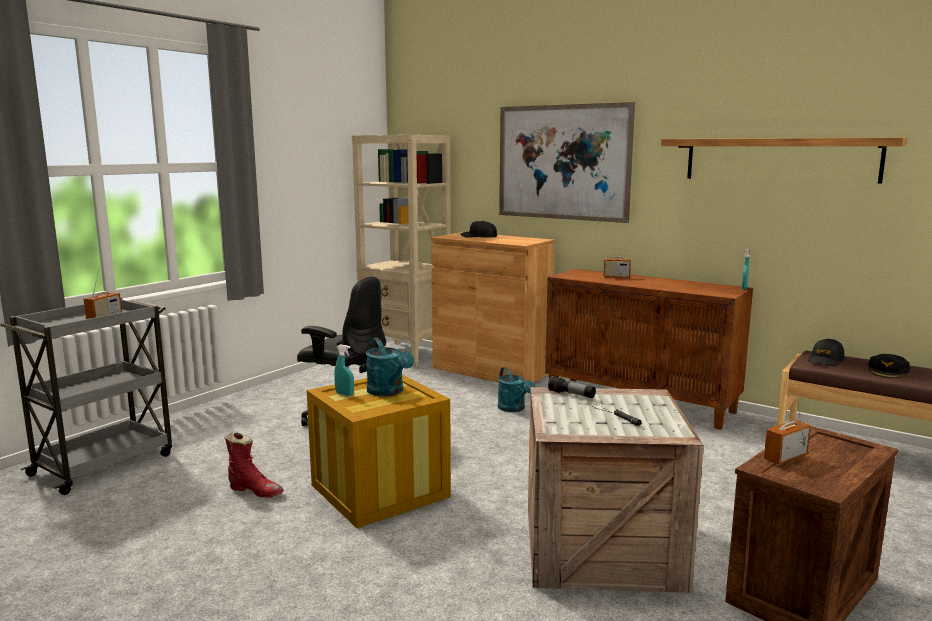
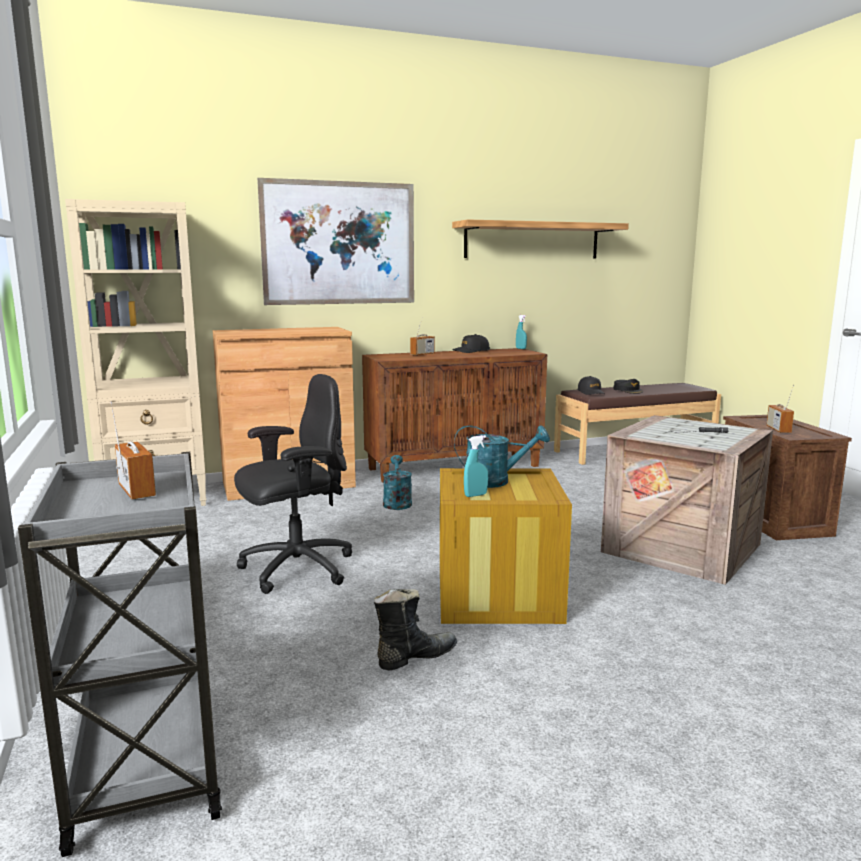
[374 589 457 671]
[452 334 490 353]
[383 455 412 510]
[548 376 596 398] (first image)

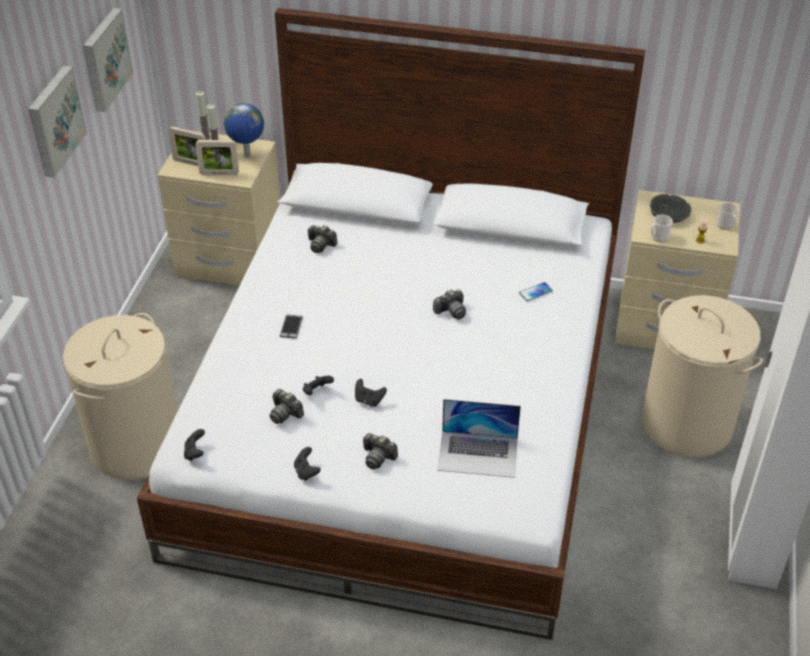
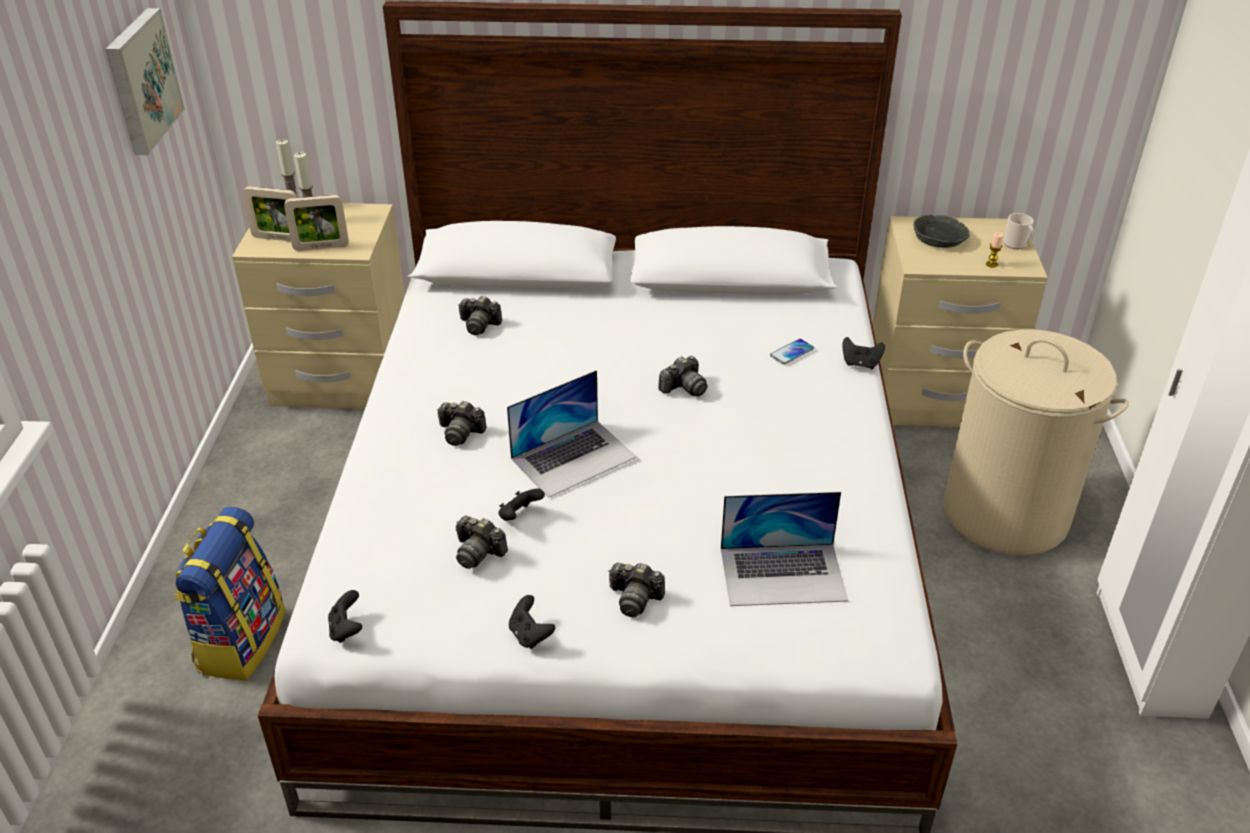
[28 65 87 178] (first image)
[173 507 285 680]
[224 103 264 157] (first image)
[437 401 487 446]
[843 337 885 369]
[651 215 673 242] (first image)
[507 370 637 498]

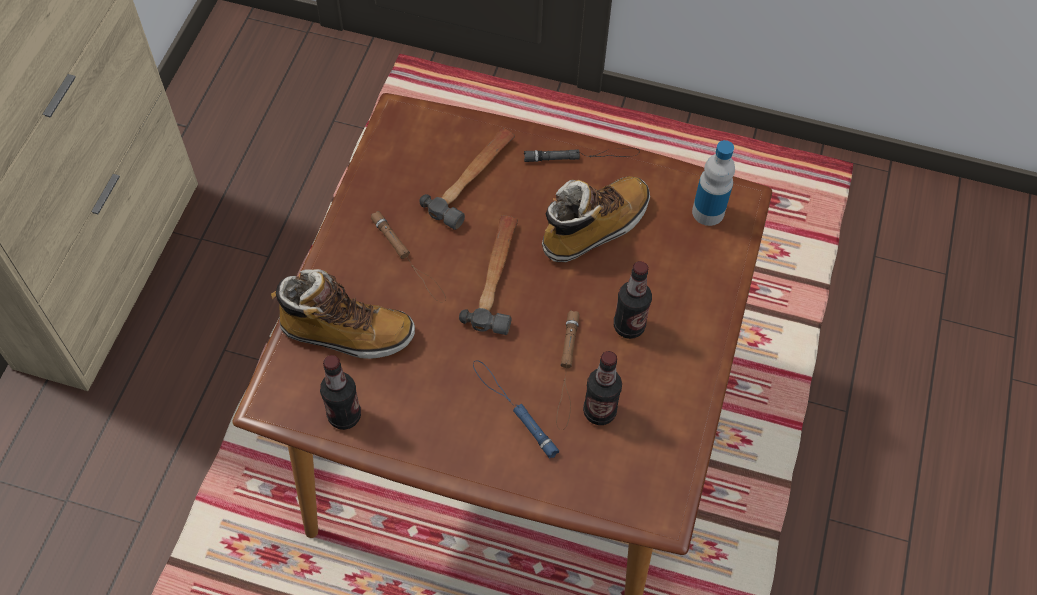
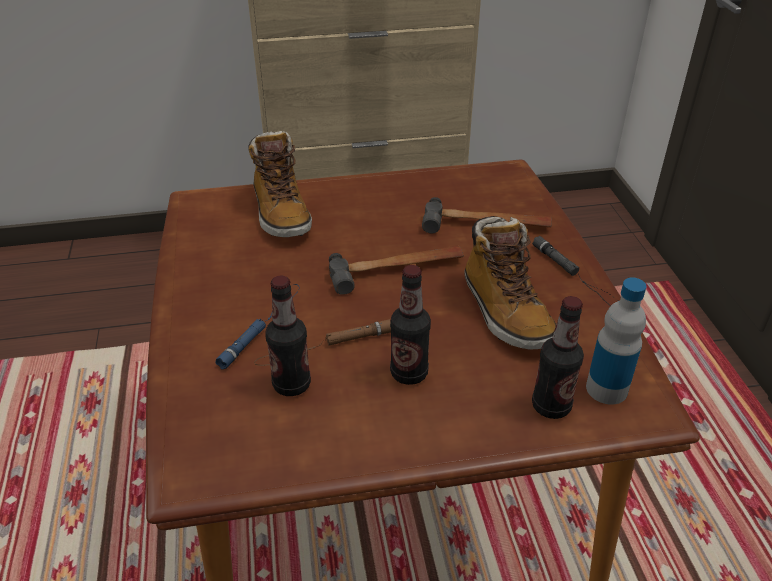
[532 296 584 419]
[371 211 446 302] (first image)
[464 216 556 349]

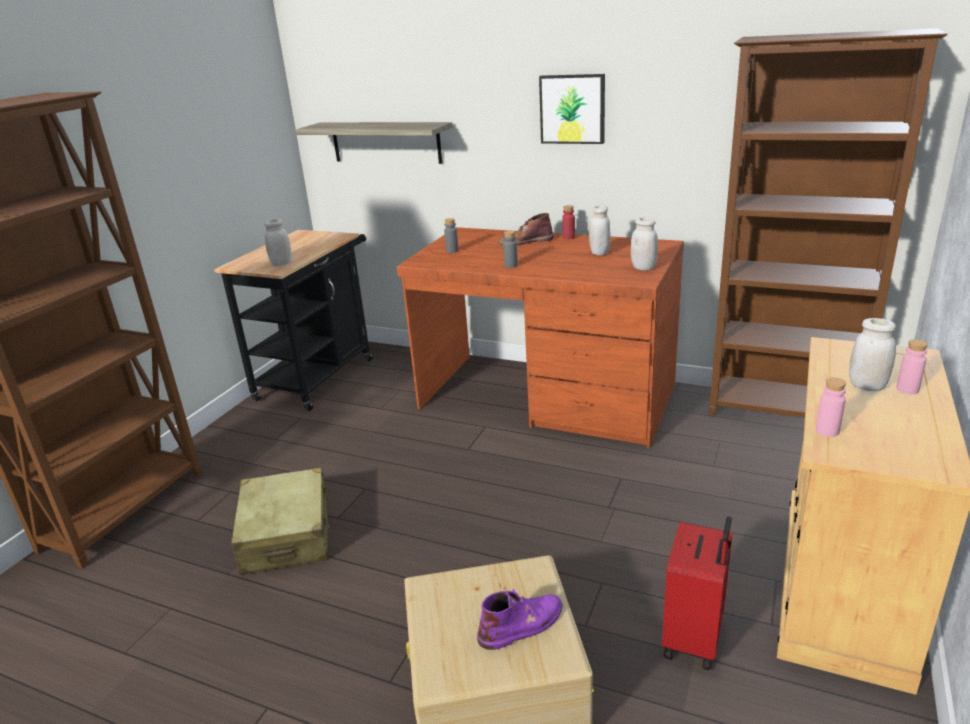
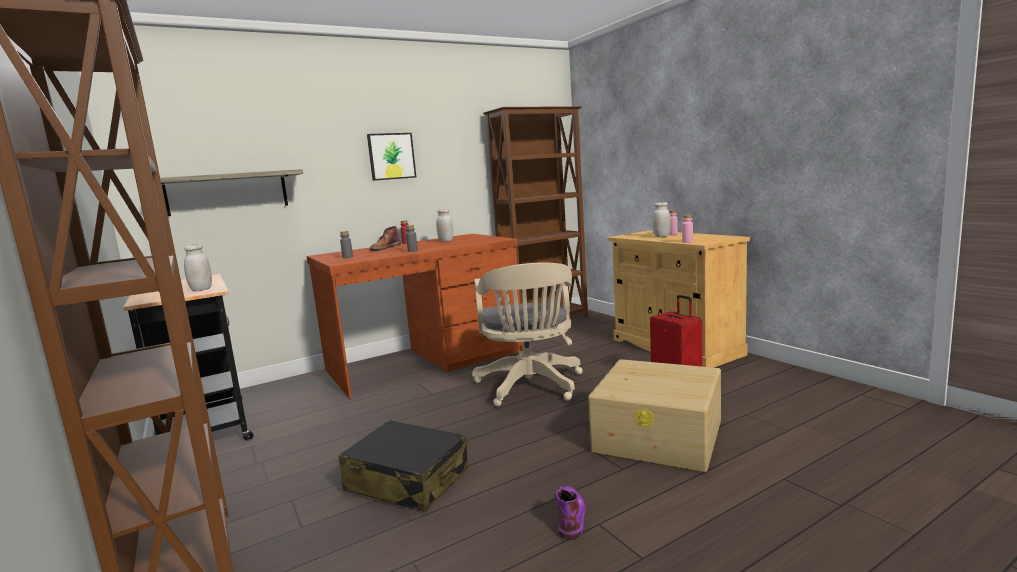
[338 420 468 512]
[556 486 586 540]
[631 217 658 270] (first image)
[472 262 583 407]

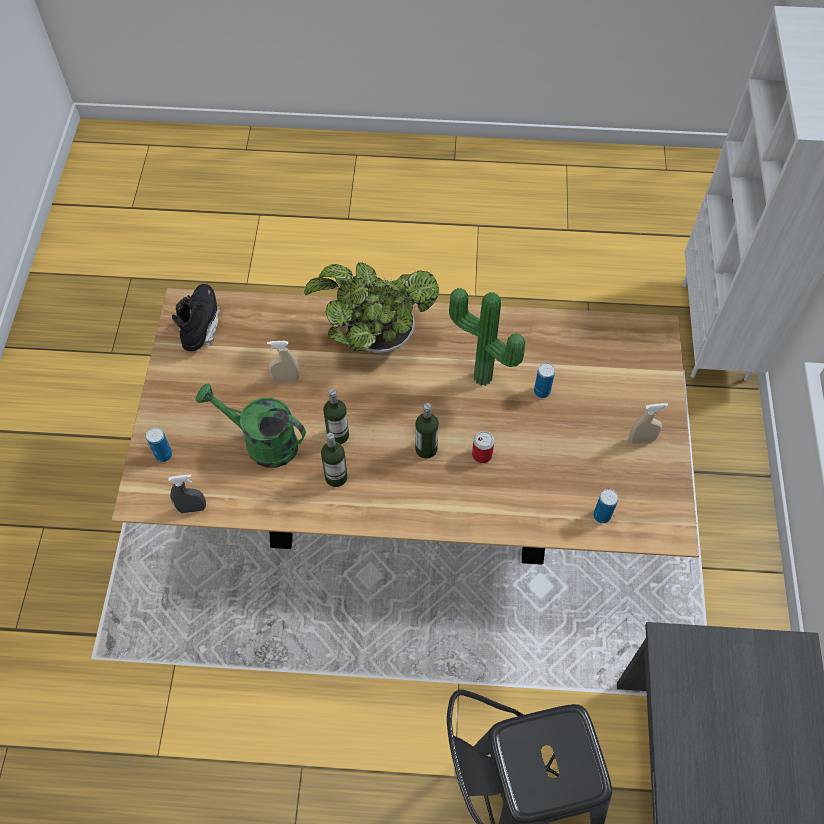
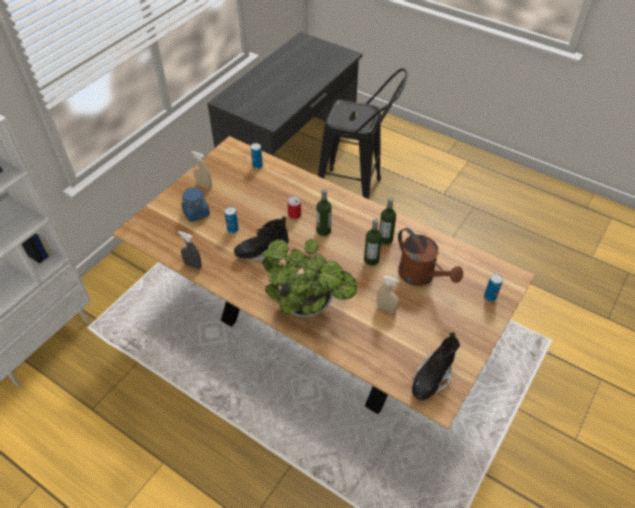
[178 231 202 269]
[398 228 463 286]
[234 216 289 261]
[181 187 210 222]

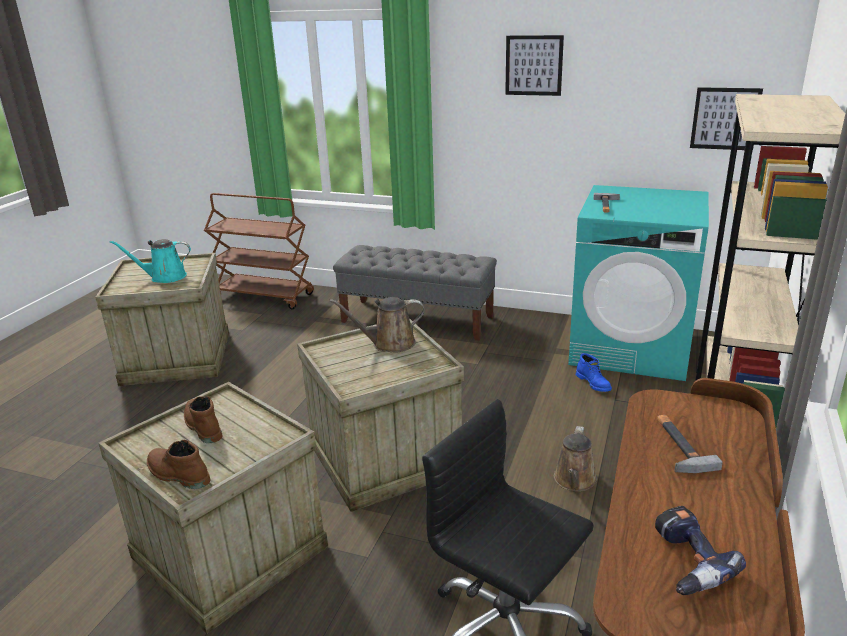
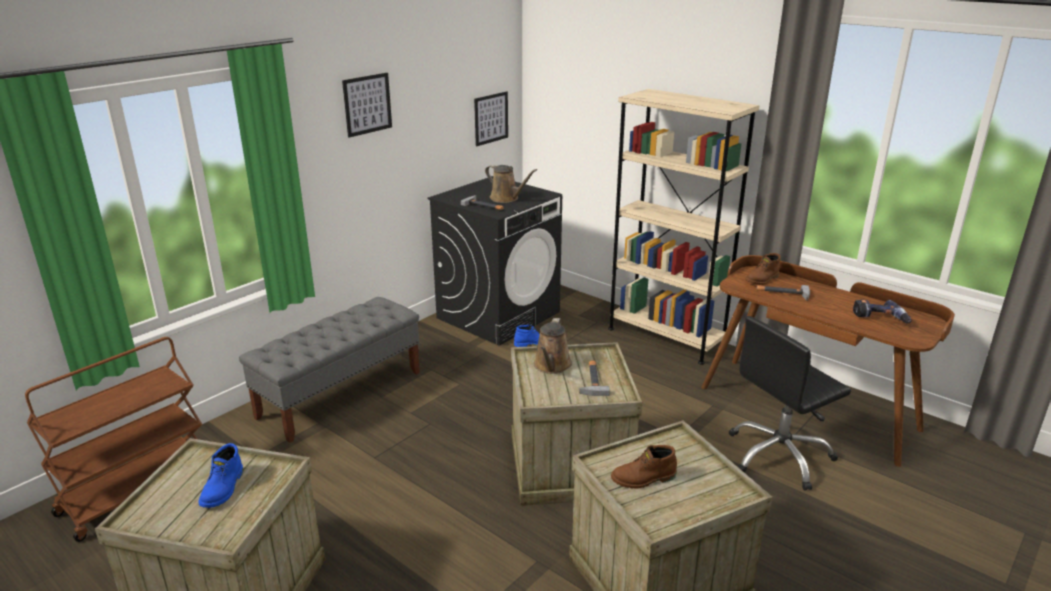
[199 443 243 508]
[745 253 781 285]
[485 165 537 203]
[428 176 562 346]
[579 361 610 396]

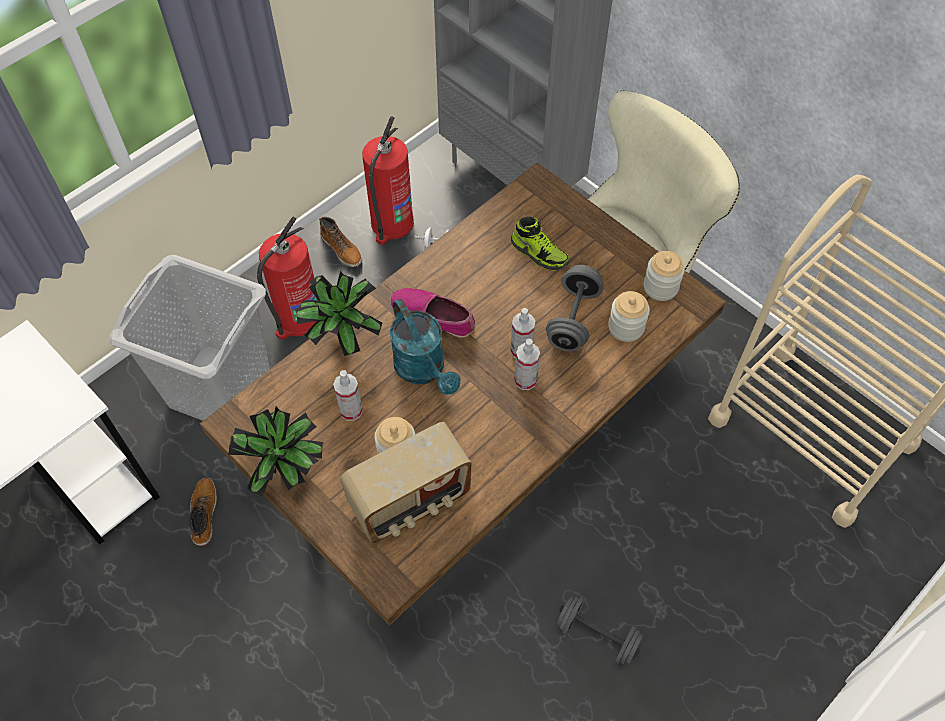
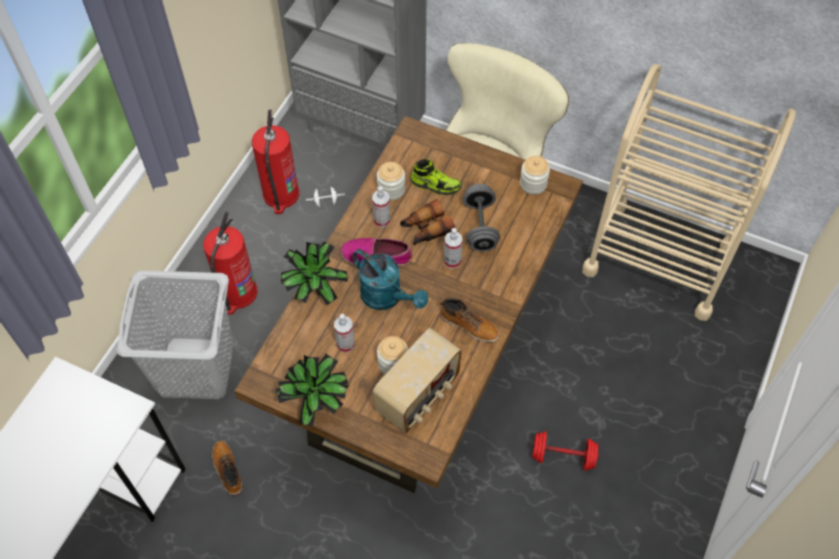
[440 298 500 342]
[372 186 390 227]
[531 431 600 471]
[377 162 405 200]
[400 199 455 245]

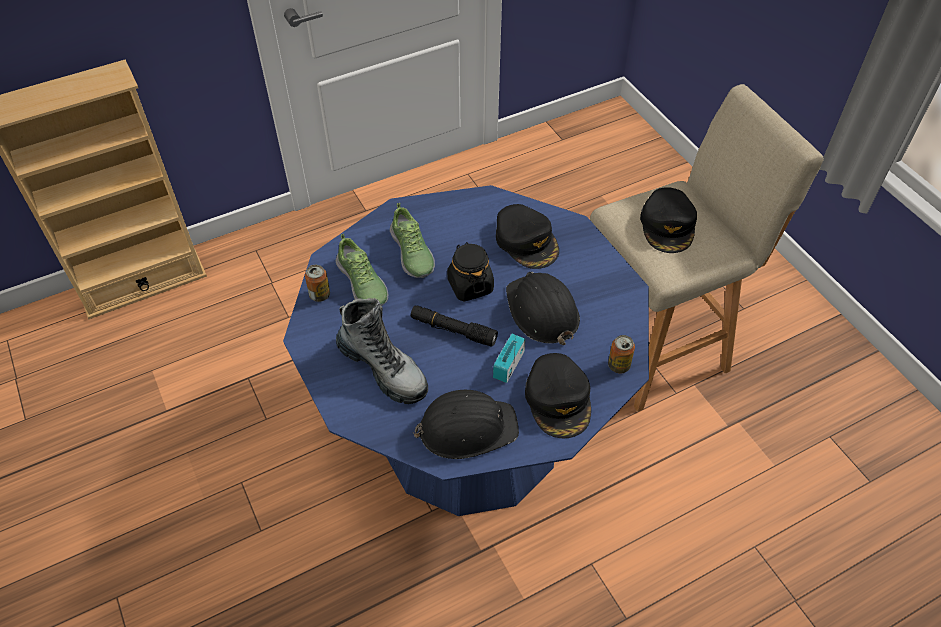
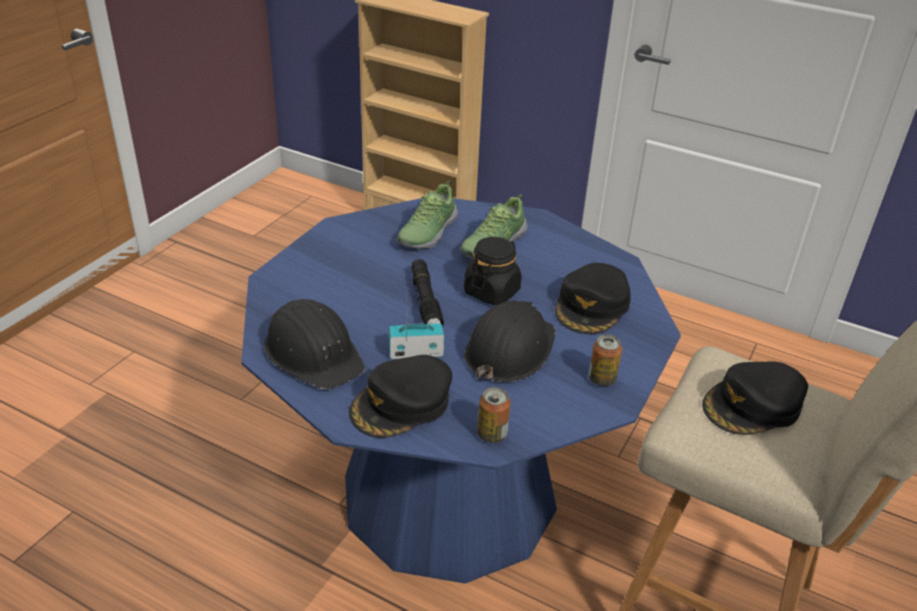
[588 334 622 386]
[336 298 428 404] (first image)

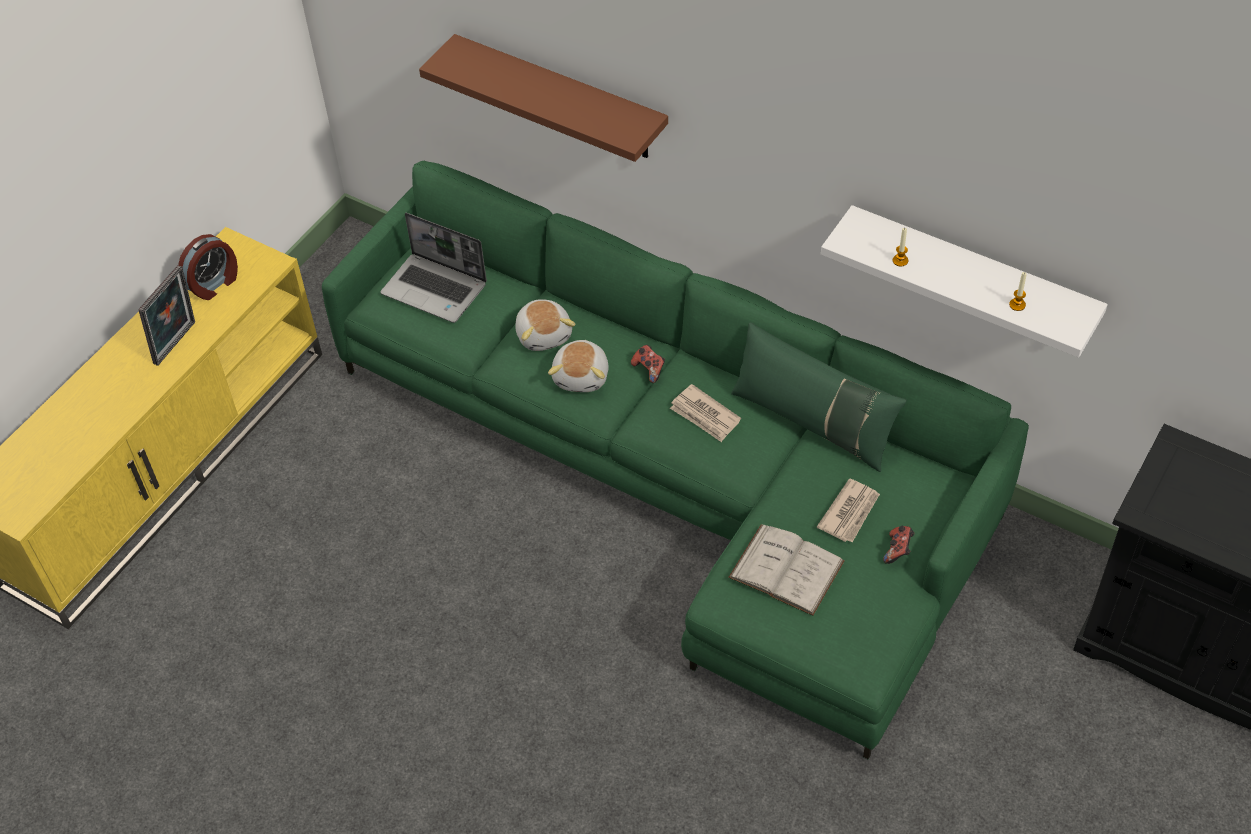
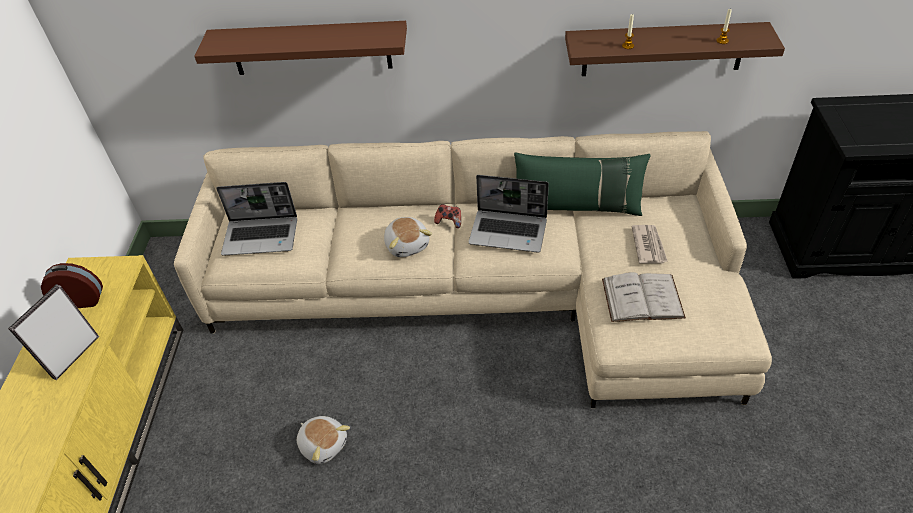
[8 284 99 380]
[41 263 103 308]
[174 131 772 408]
[297 416 350 464]
[469 175 549 253]
[565 22 785 76]
[883 526 915 564] (first image)

